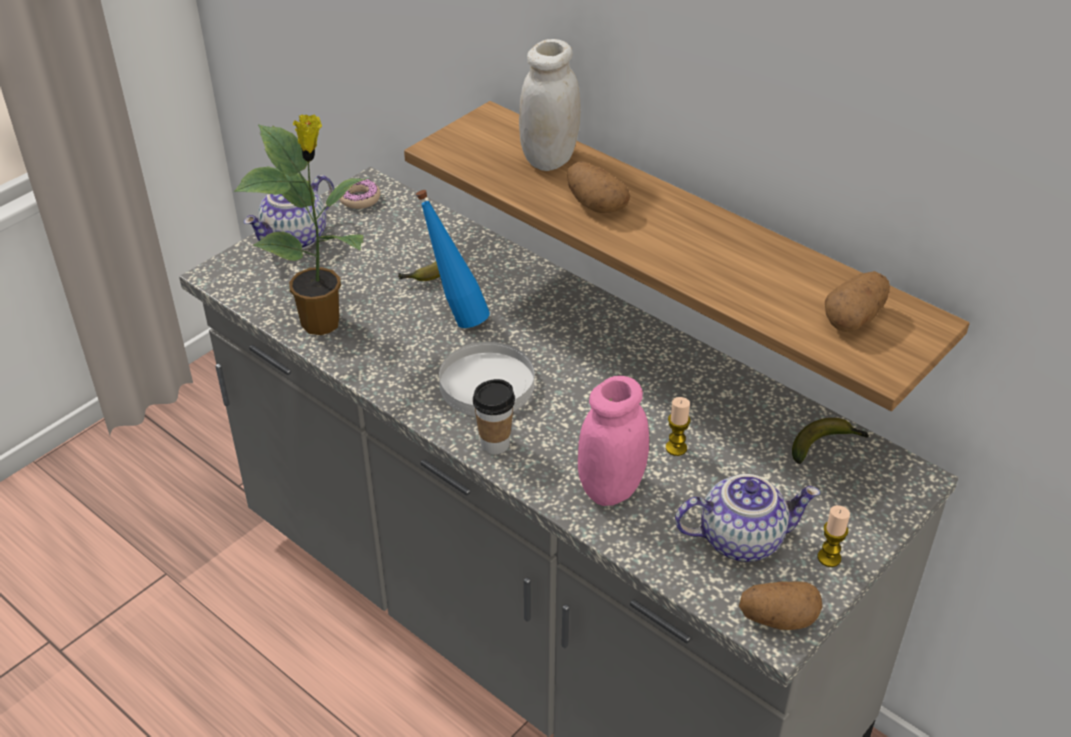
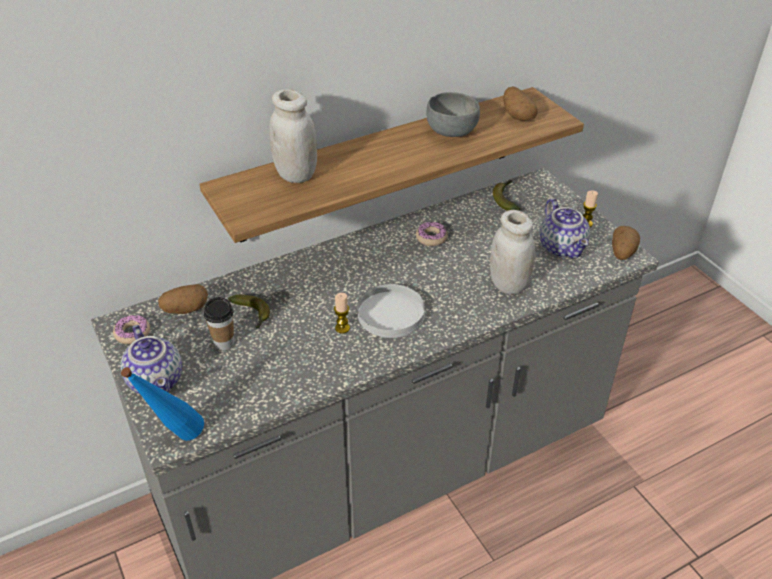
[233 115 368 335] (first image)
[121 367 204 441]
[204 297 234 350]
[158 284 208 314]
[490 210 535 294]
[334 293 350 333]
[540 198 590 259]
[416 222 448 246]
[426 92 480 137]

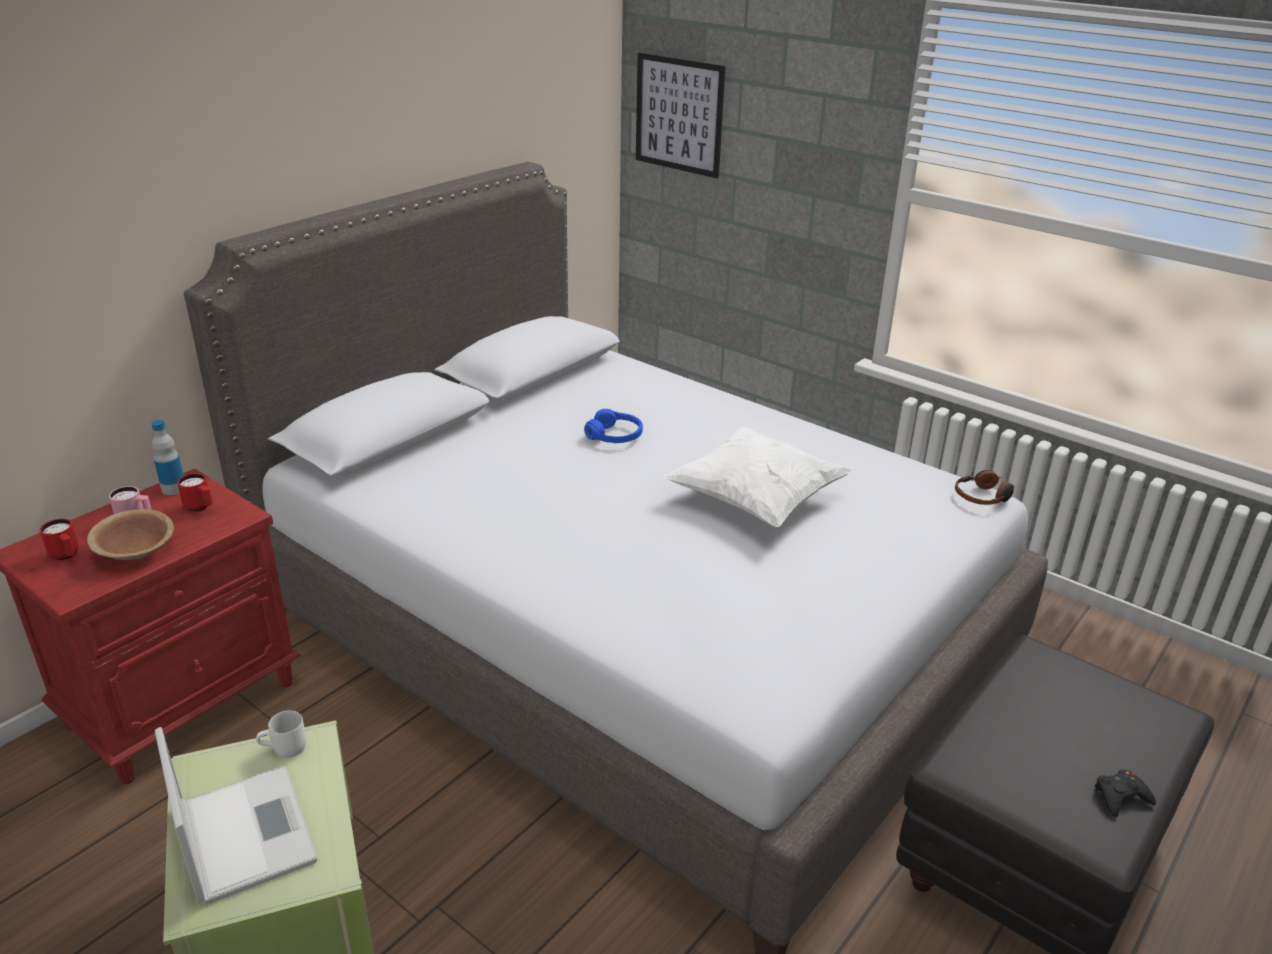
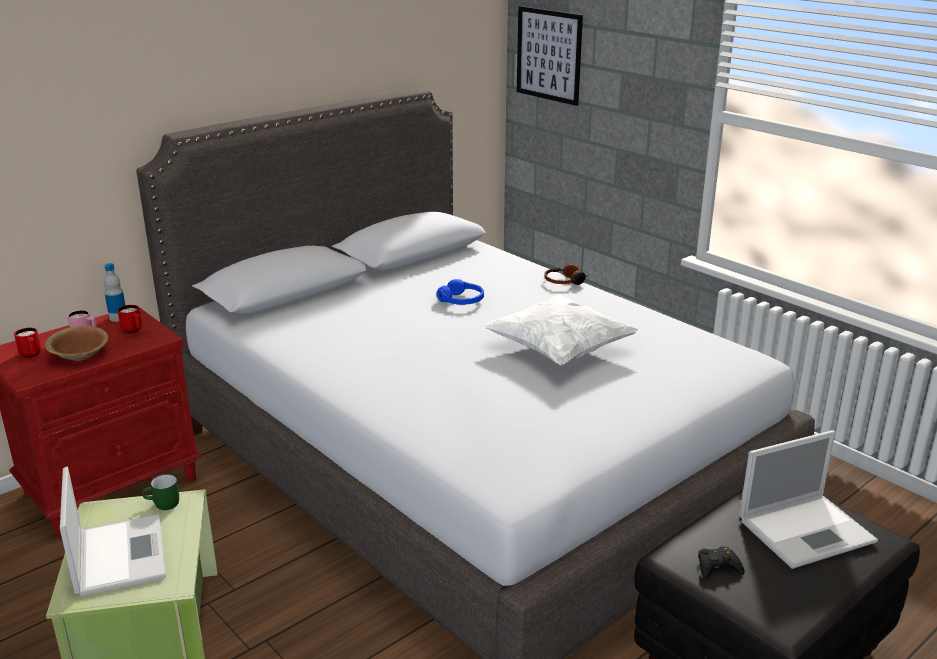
[142 475 179 510]
[544 264 587 285]
[698 546 745 579]
[739 430 878 569]

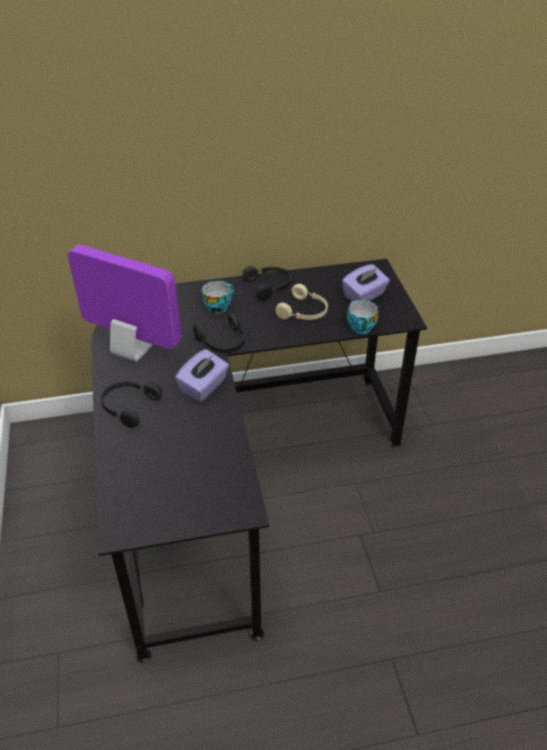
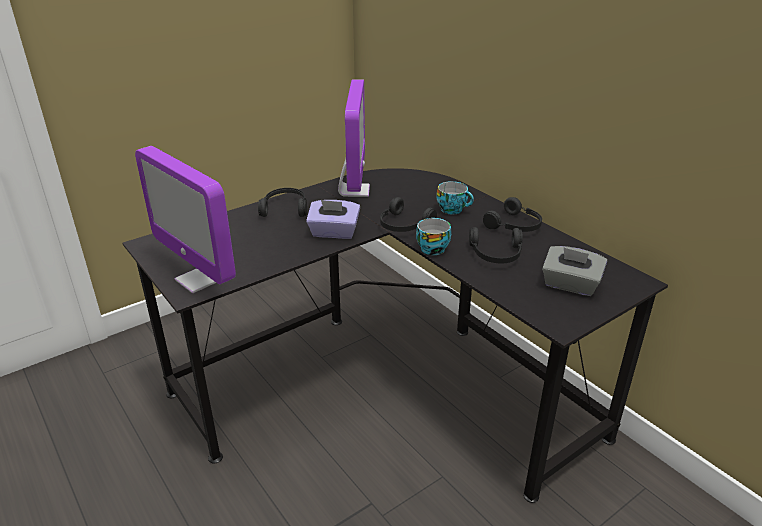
[469 227 523 263]
[542 246 607 296]
[416 218 451 255]
[135 146 236 293]

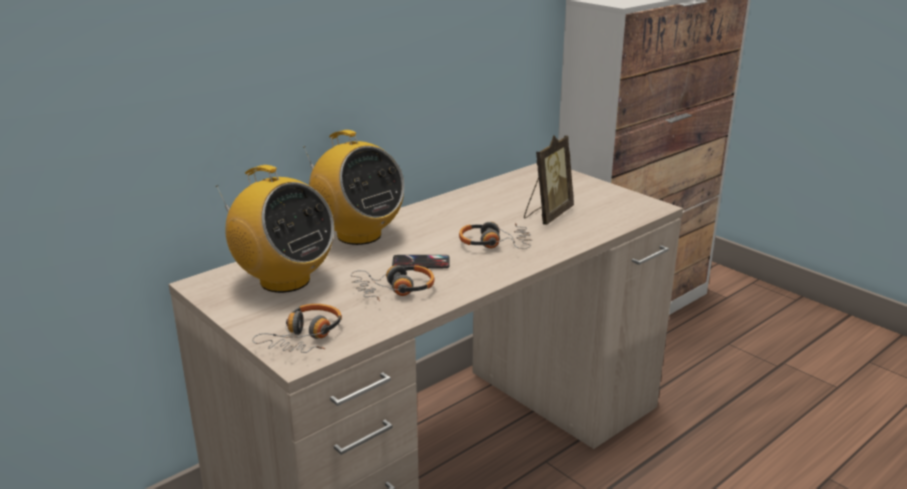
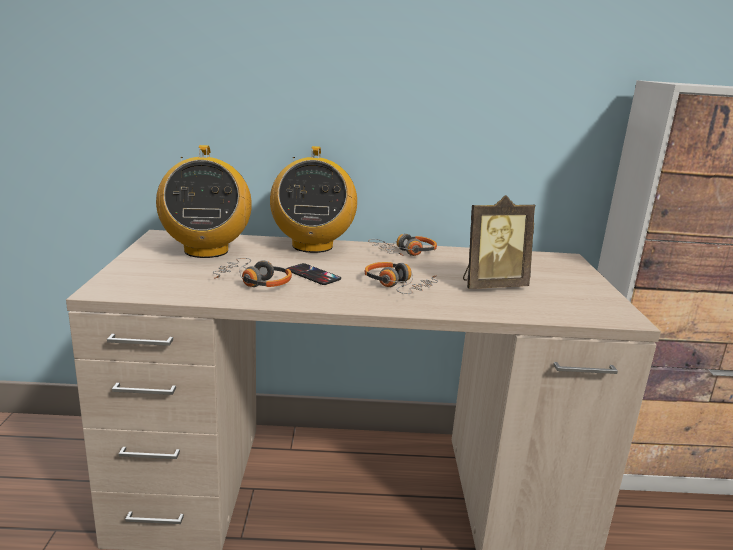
[368 234 437 256]

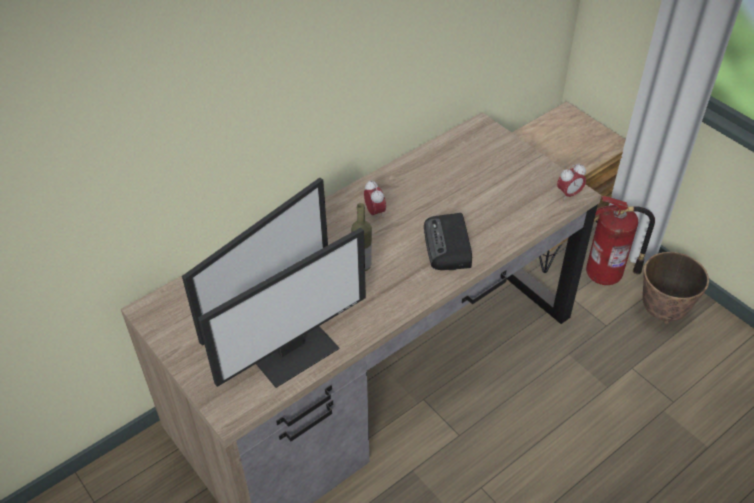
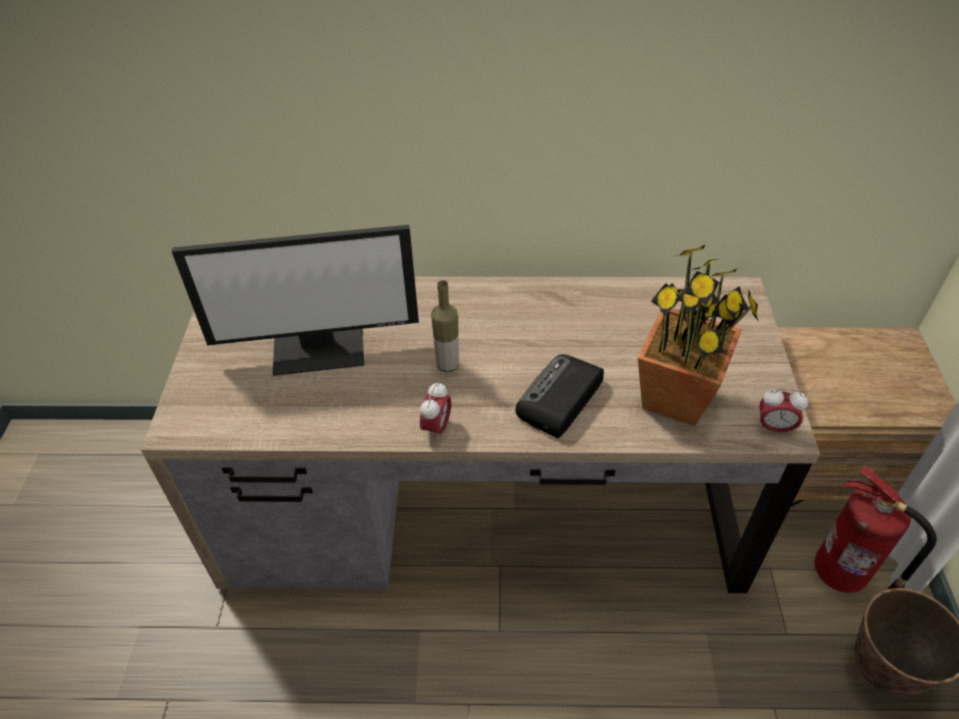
[198 227 366 388] (first image)
[420 382 451 441]
[638 245 758 426]

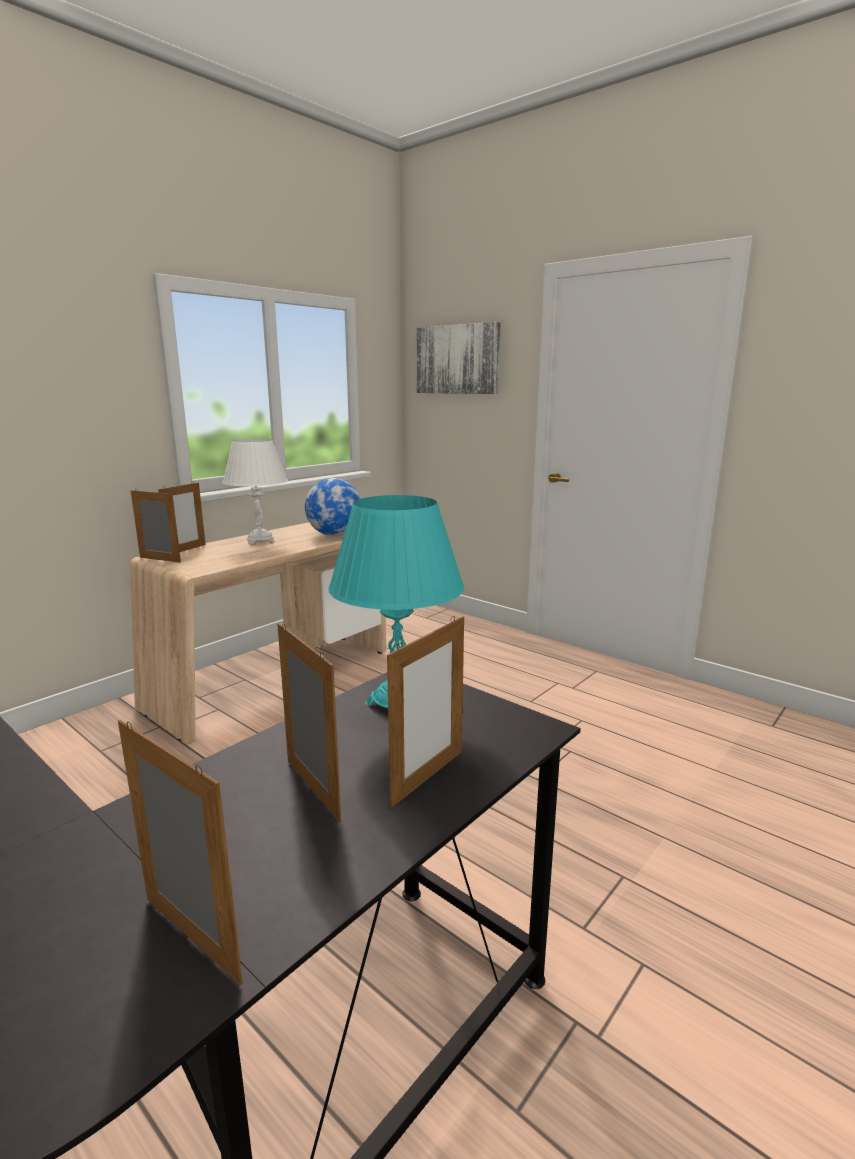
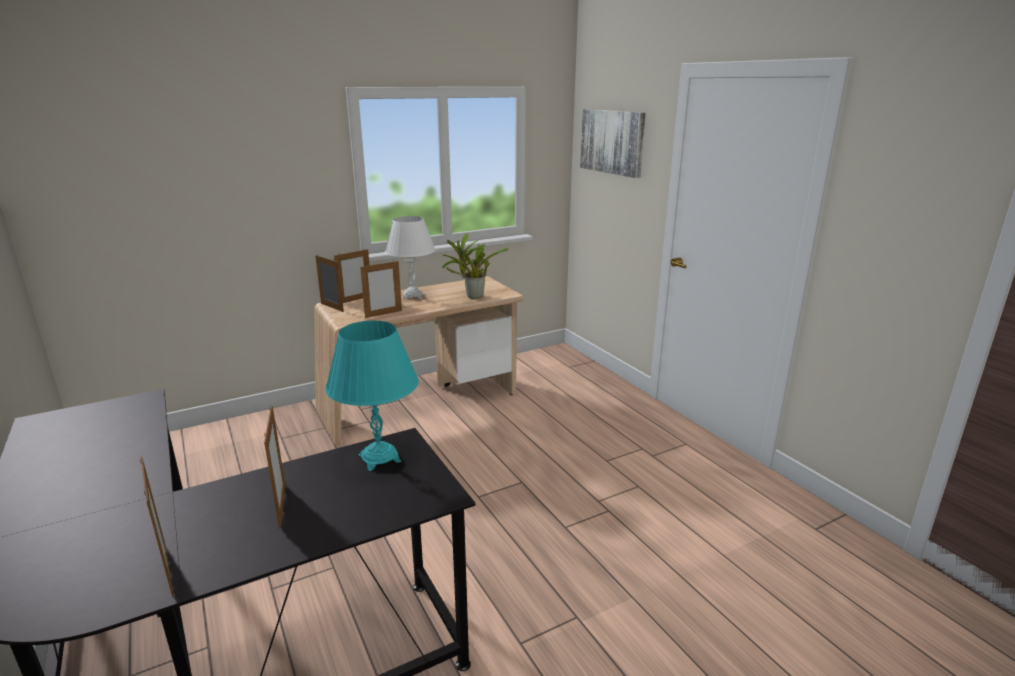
[442 233 509 299]
[360 260 402 318]

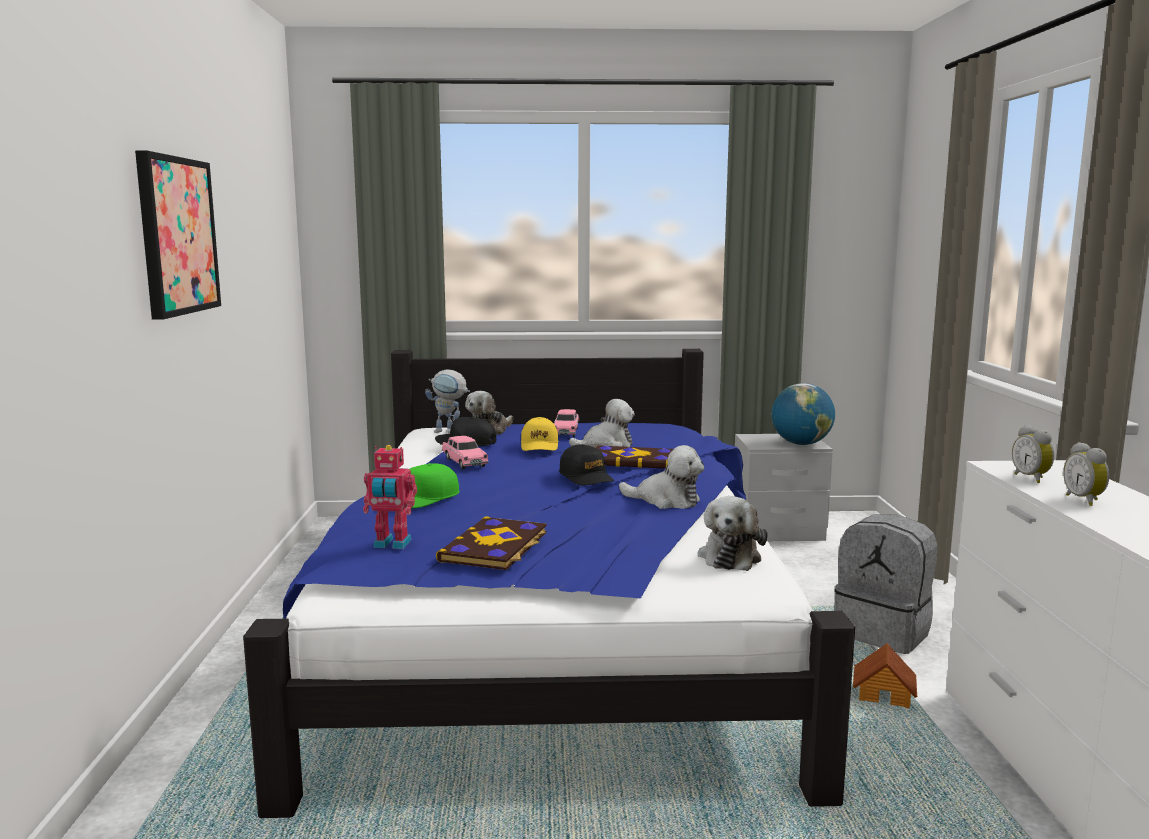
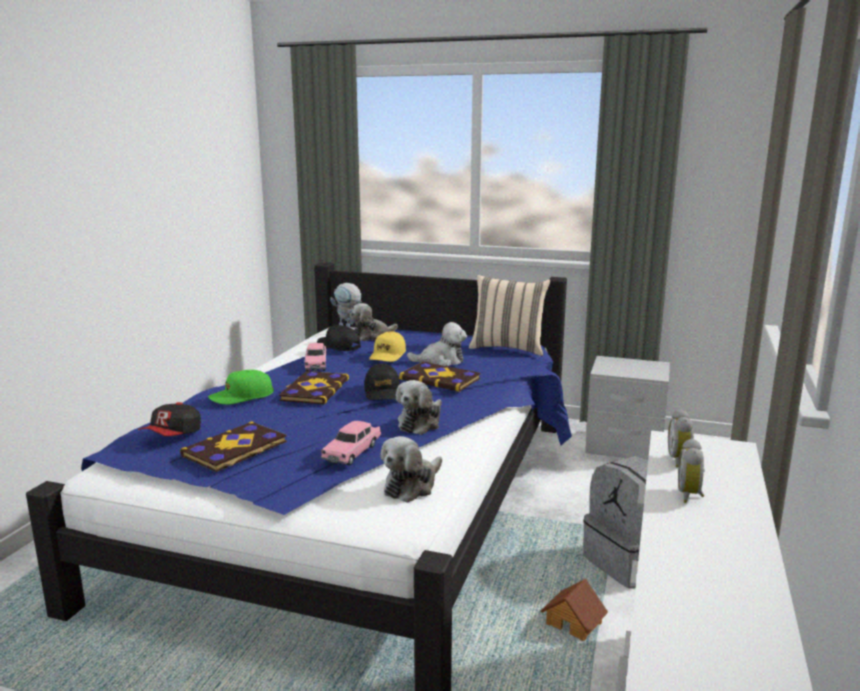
[135 150 221 320] (first image)
[138 402 201 436]
[321 421 381 466]
[396 380 442 435]
[772 383 835 445] (first image)
[279 371 349 405]
[469 275 550 356]

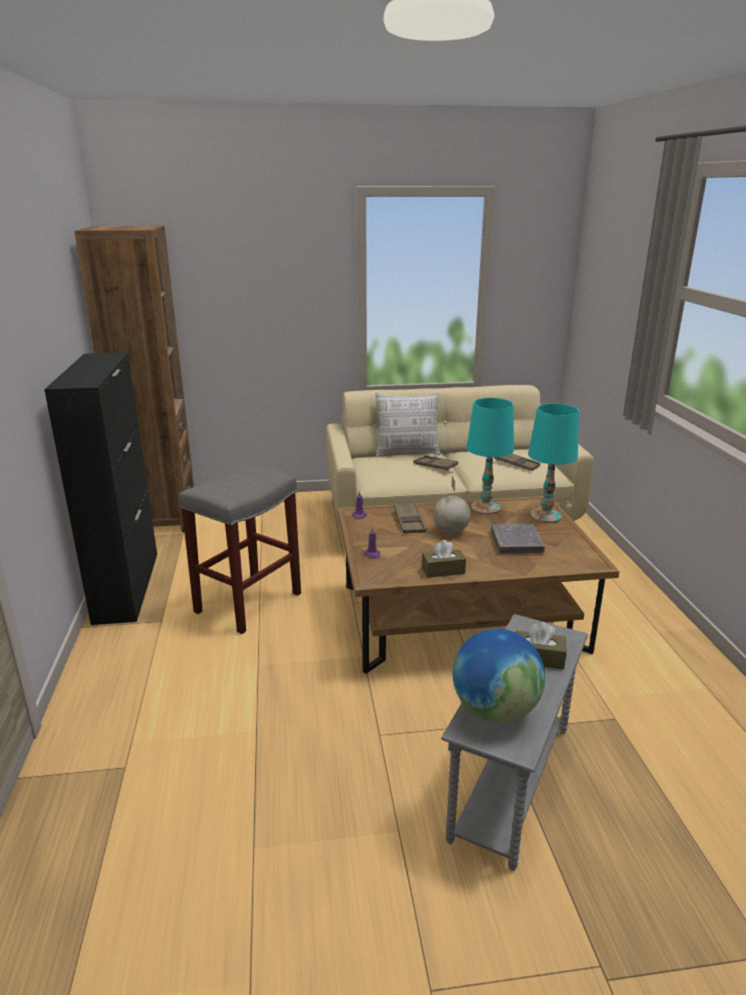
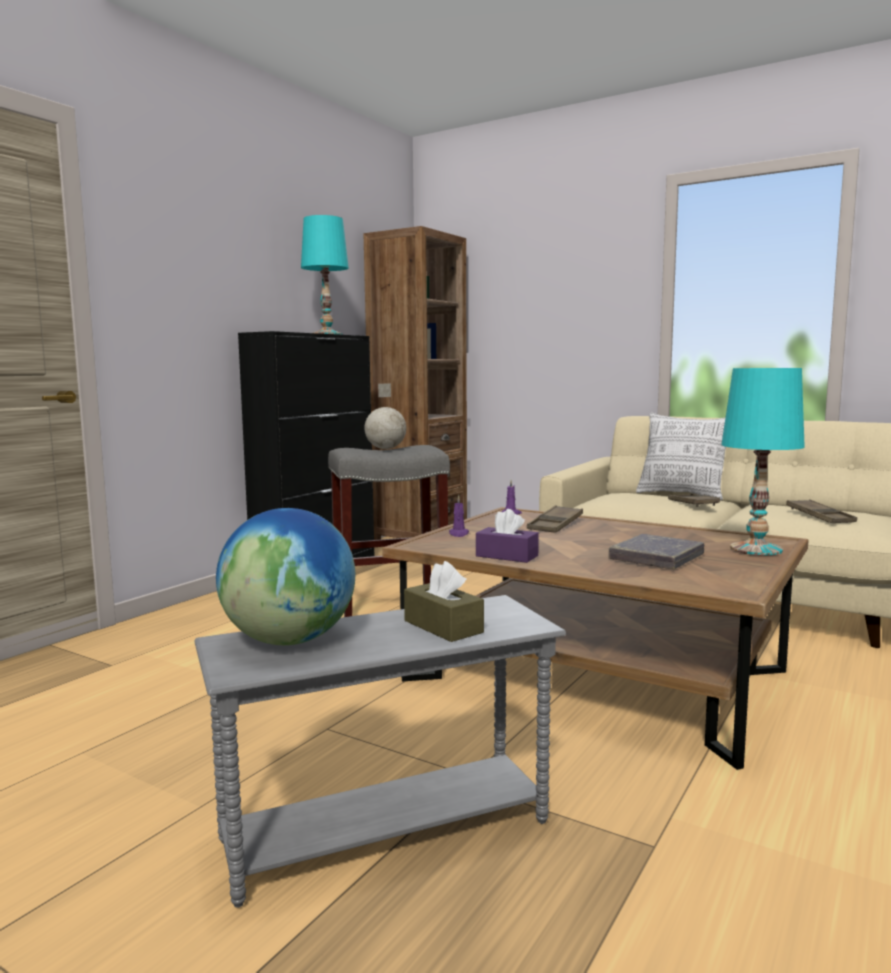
[476 509 539 563]
[364 383 406 449]
[301 215 349 335]

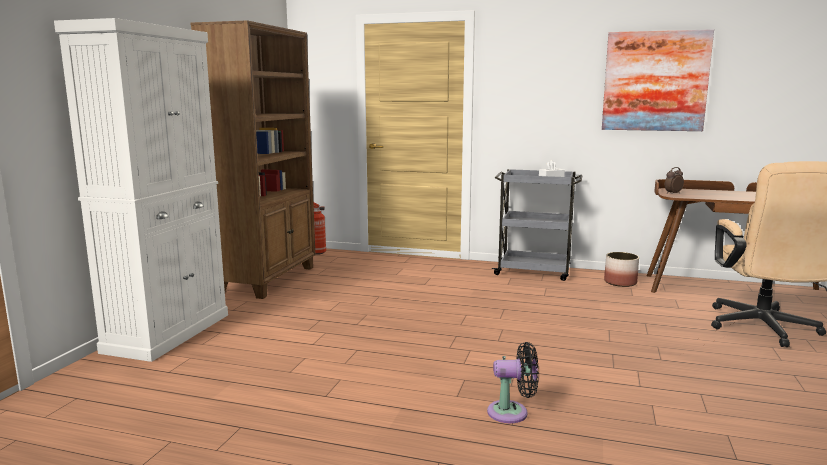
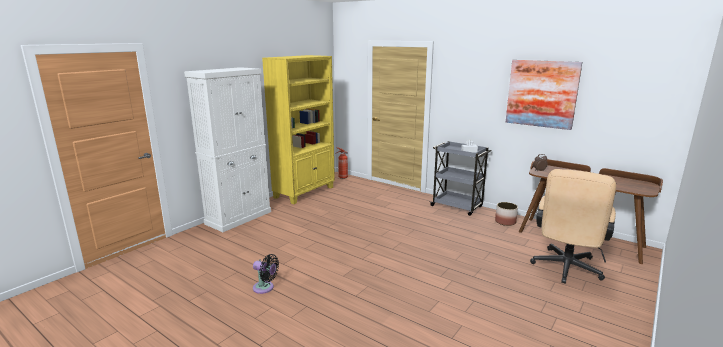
[262 55 335 204]
[253 254 279 294]

